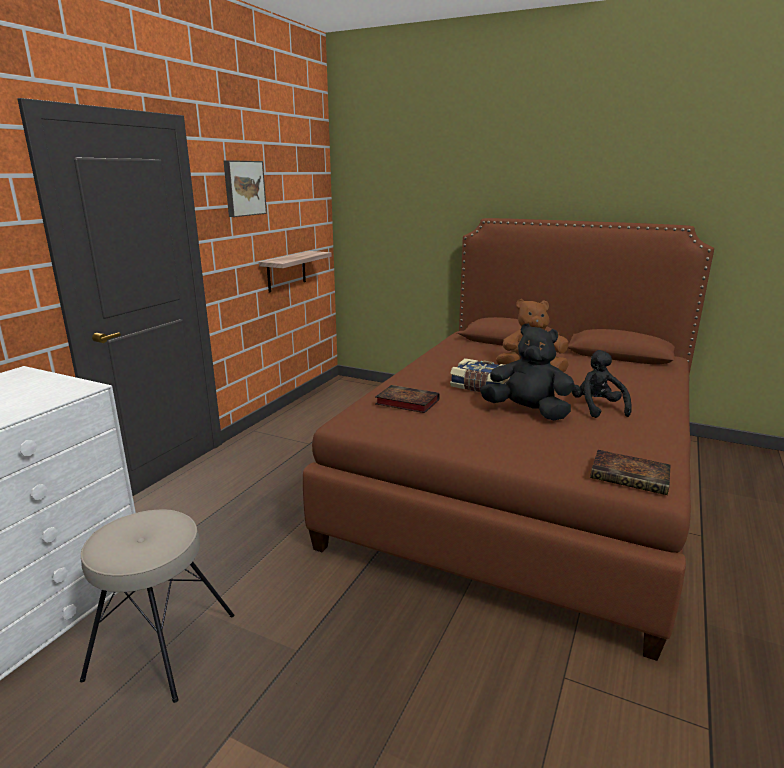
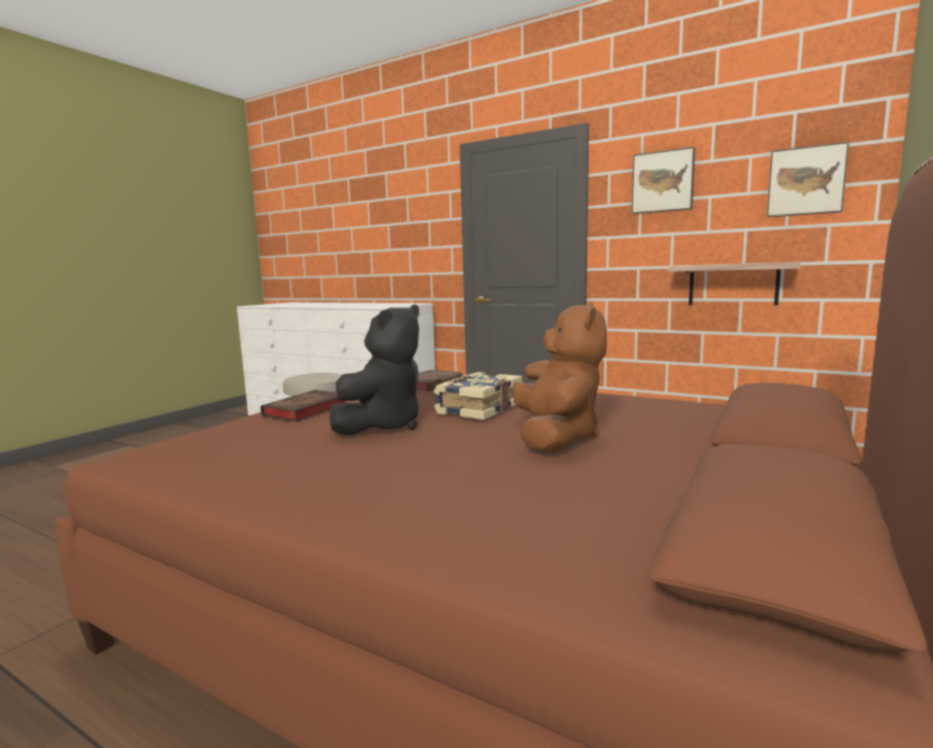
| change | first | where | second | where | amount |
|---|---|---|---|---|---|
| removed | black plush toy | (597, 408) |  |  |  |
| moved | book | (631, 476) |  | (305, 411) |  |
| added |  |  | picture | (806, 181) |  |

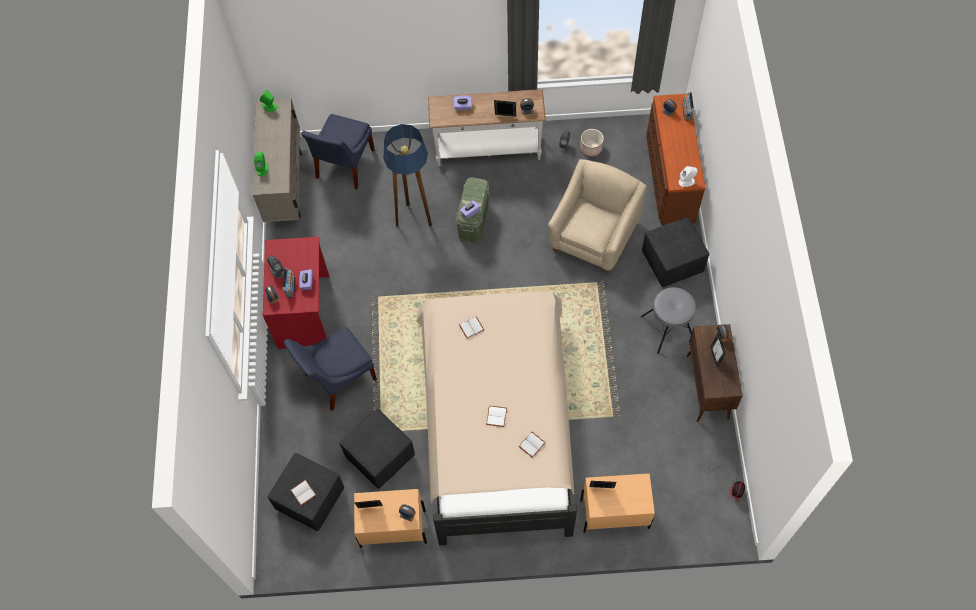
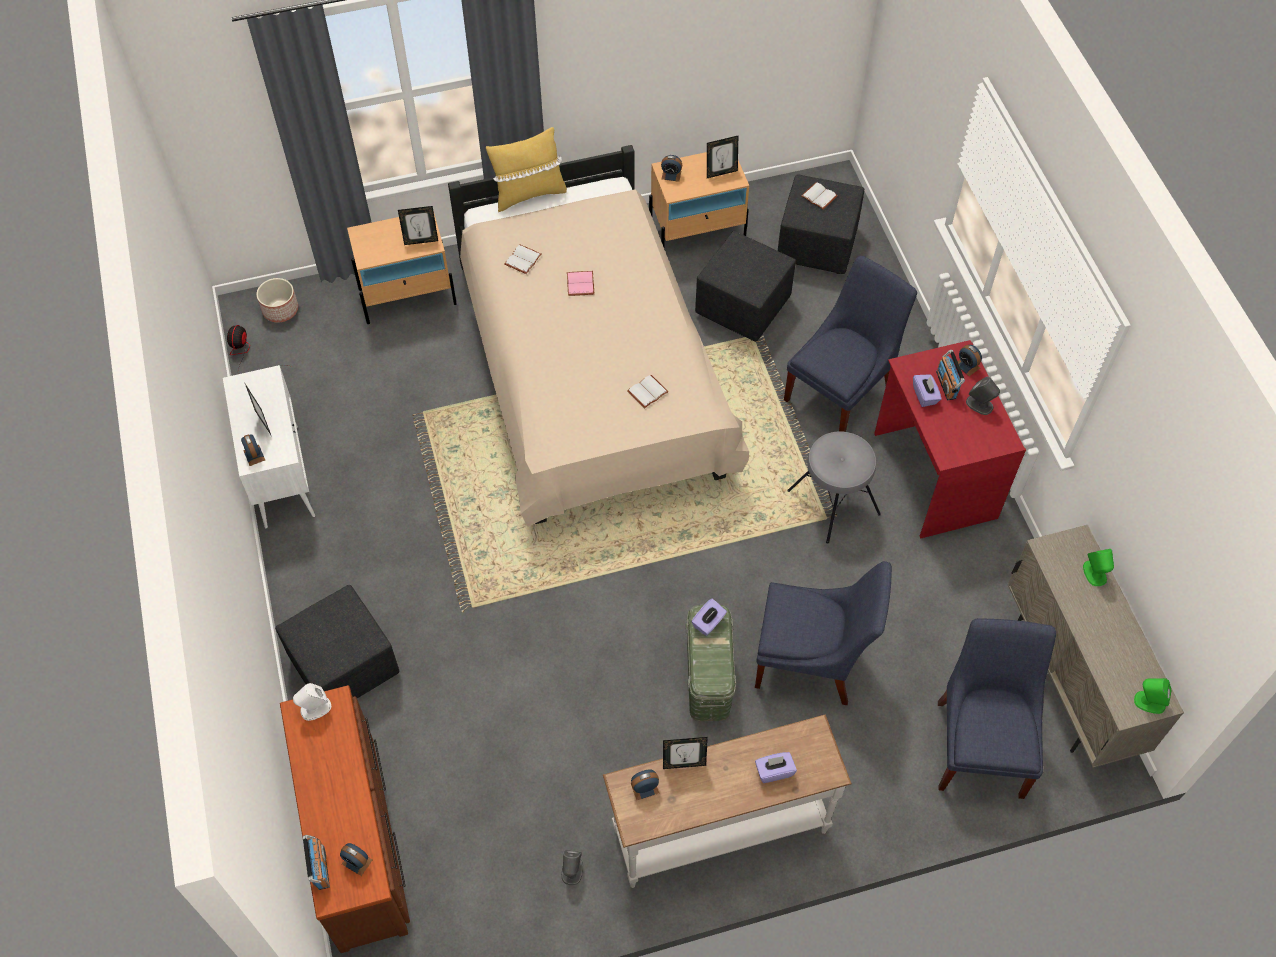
| change | first | where | second | where | amount |
|---|---|---|---|---|---|
| replaced | floor lamp | (415, 220) | blue chair | (812, 661) |  |
| moved | planter | (591, 148) |  | (280, 310) |  |
| removed | beige armchair | (594, 235) |  |  |  |
| moved | grey stool | (668, 328) |  | (832, 503) |  |
| recoloured | brown cabinet | (707, 388) | white cabinet | (281, 475) |  |
| recoloured | white book | (496, 416) | pink book | (581, 284) |  |
| added |  |  | yellow pillow | (528, 194) |  |

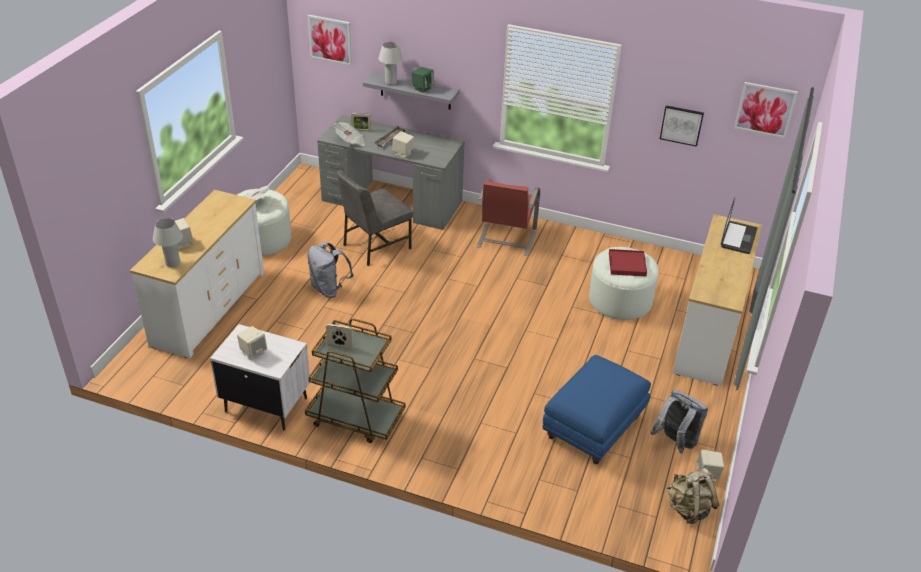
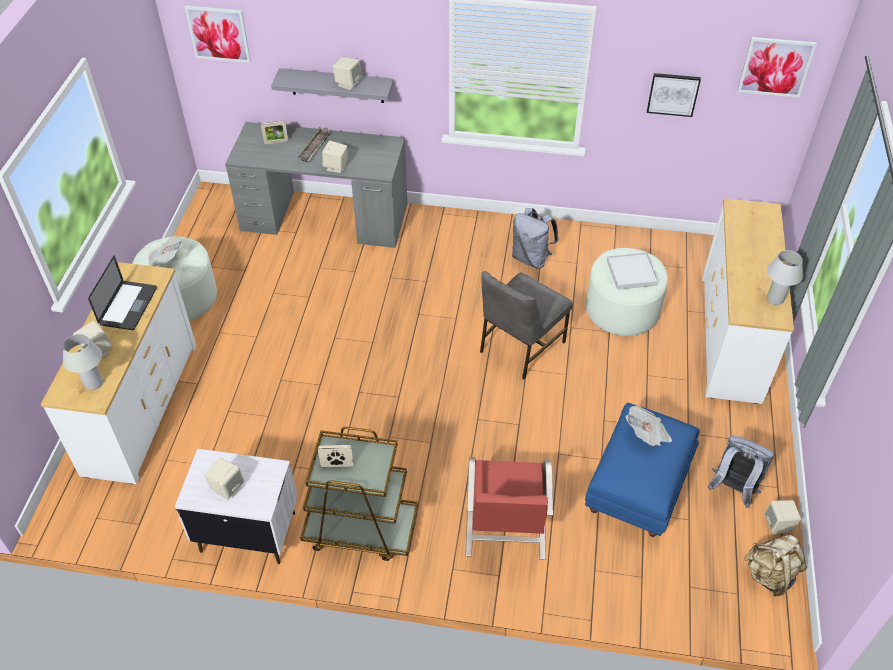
| change | first | where | second | where | amount |
|---|---|---|---|---|---|
| moved | white table lamp | (391, 82) |  | (775, 299) |  |
| recoloured | green speaker | (422, 88) | beige speaker | (348, 83) |  |
| moved | newspaper | (350, 141) |  | (647, 434) |  |
| moved | grey chair | (375, 246) |  | (520, 347) |  |
| moved | red chair | (506, 239) |  | (505, 529) |  |
| moved | laptop | (738, 238) |  | (128, 306) |  |
| moved | grey backpack | (329, 289) |  | (531, 258) |  |
| recoloured | red tray | (627, 264) | white tray | (631, 273) |  |

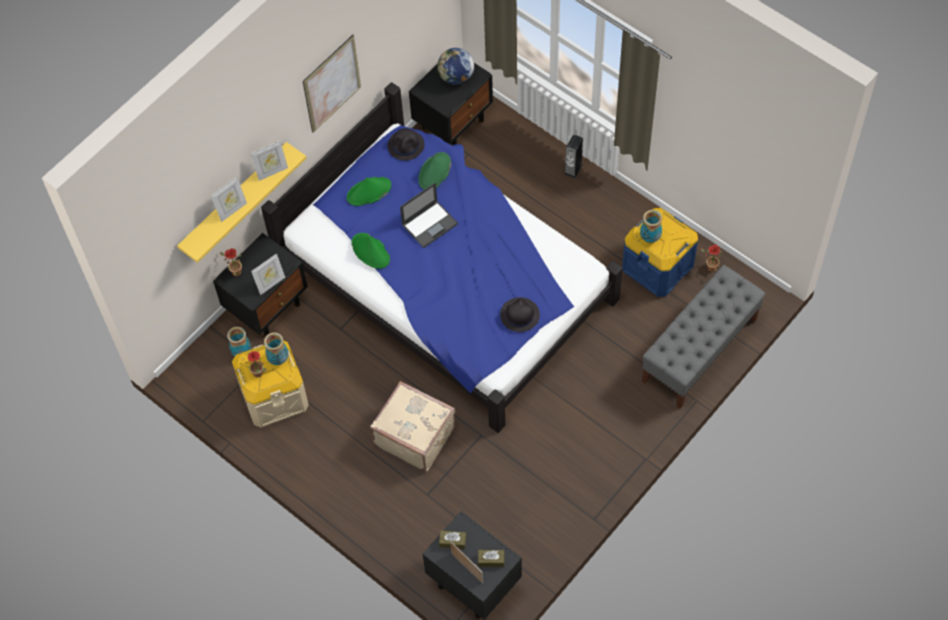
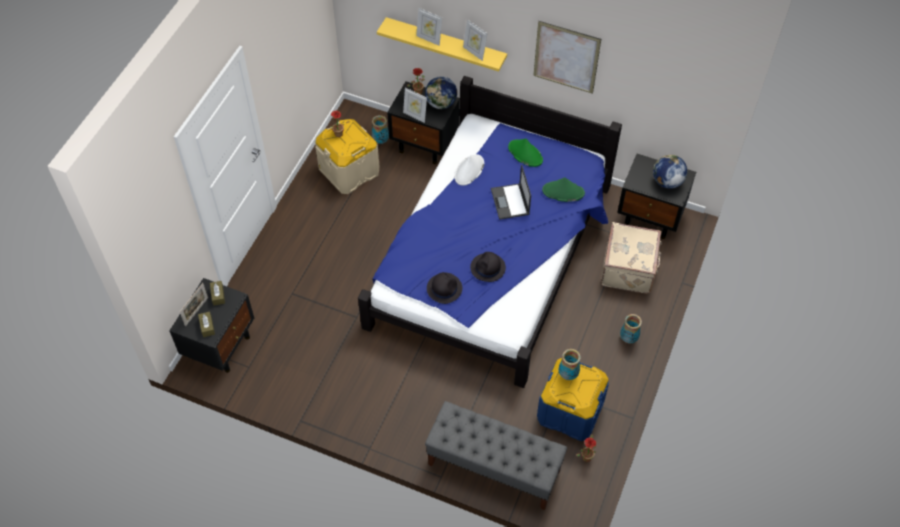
| change | first | where | second | where | amount |
|---|---|---|---|---|---|
| moved | black hat | (406, 145) |  | (488, 268) |  |
| removed | speaker | (573, 169) |  |  |  |
| turned | laptop | (430, 224) |  | (510, 202) | 45 degrees clockwise |
| recoloured | green hat | (371, 251) | white hat | (469, 170) |  |
| moved | vase | (278, 359) |  | (628, 338) |  |
| moved | beige suitcase | (415, 435) |  | (629, 269) |  |
| added |  |  | globe | (441, 103) |  |

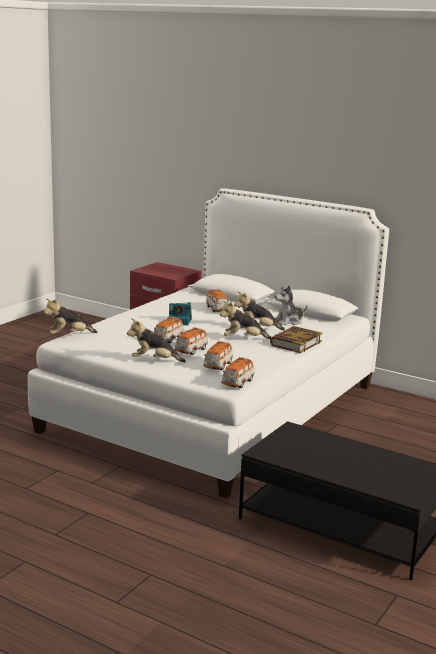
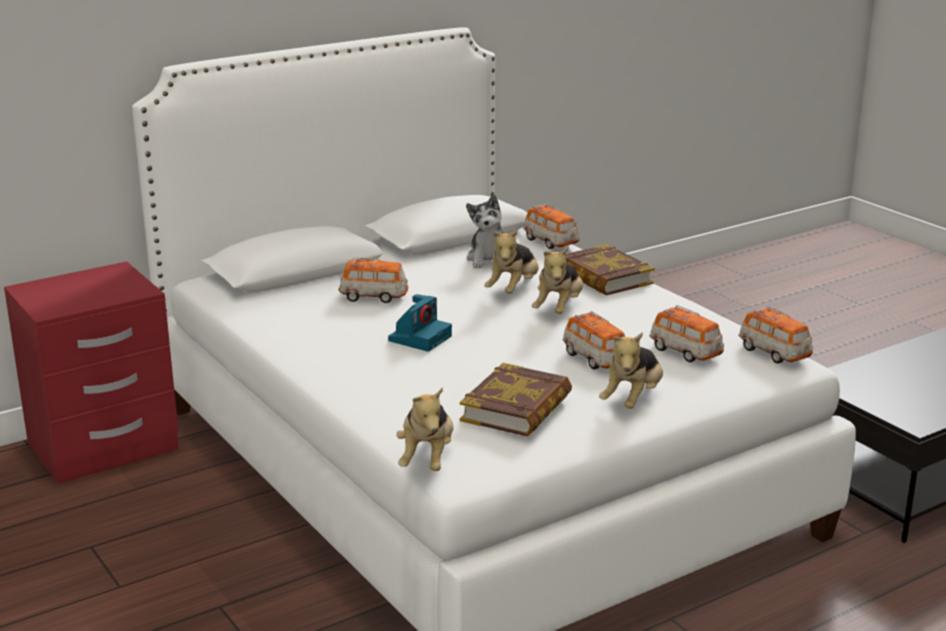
| change | first | where | second | where | amount |
|---|---|---|---|---|---|
| moved | toy car | (168, 339) |  | (550, 242) |  |
| added |  |  | book | (517, 408) |  |

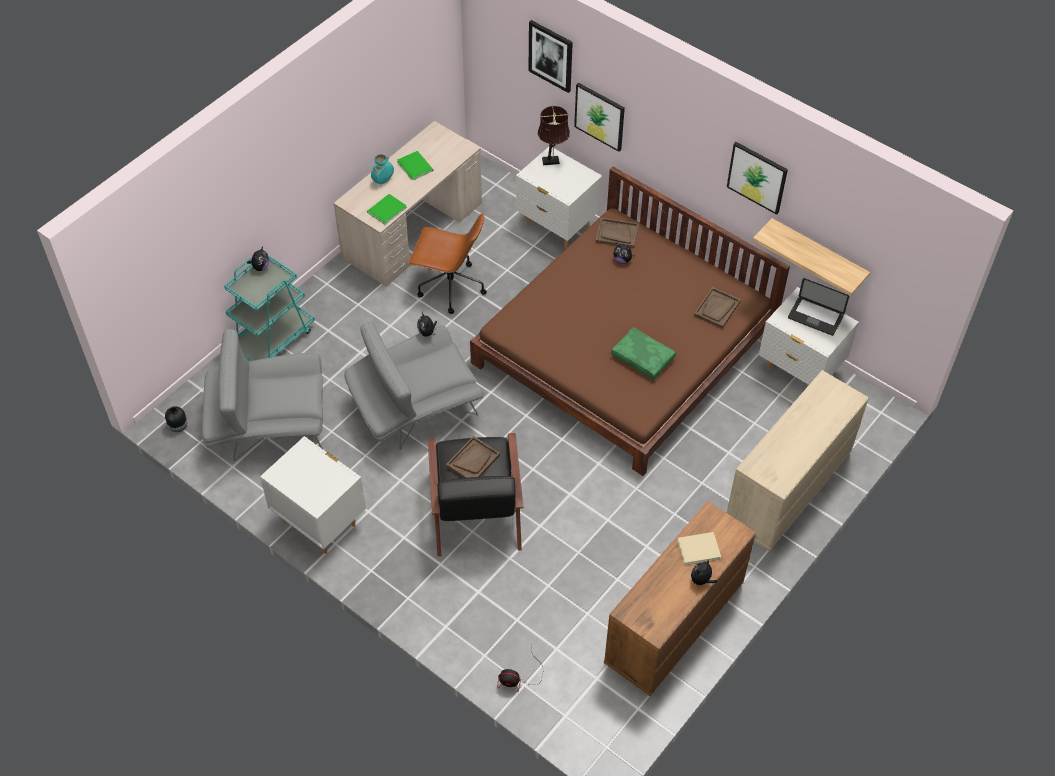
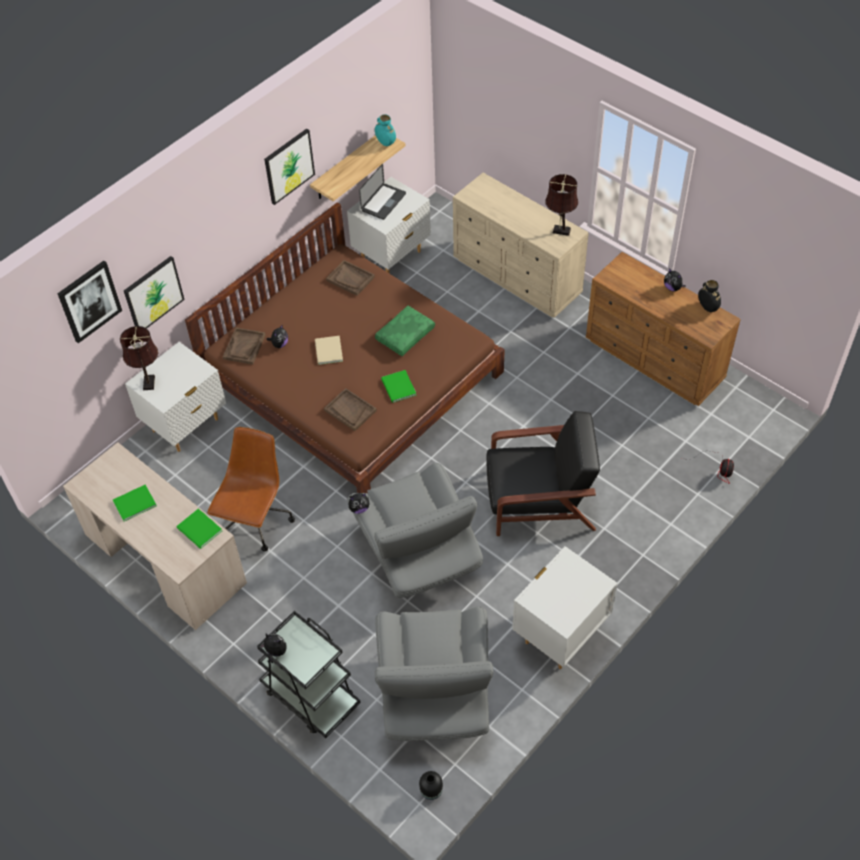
| change | first | where | second | where | amount |
|---|---|---|---|---|---|
| moved | turquoise vase | (383, 180) |  | (385, 143) |  |
| recoloured | turquoise cart | (273, 339) | black cart | (310, 696) |  |
| moved | brown tray | (473, 460) |  | (350, 410) |  |
| moved | beige book | (697, 548) |  | (328, 352) |  |
| added |  |  | brown table lamp | (559, 230) |  |
| added |  |  | black vase | (707, 308) |  |
| added |  |  | green book | (398, 388) |  |

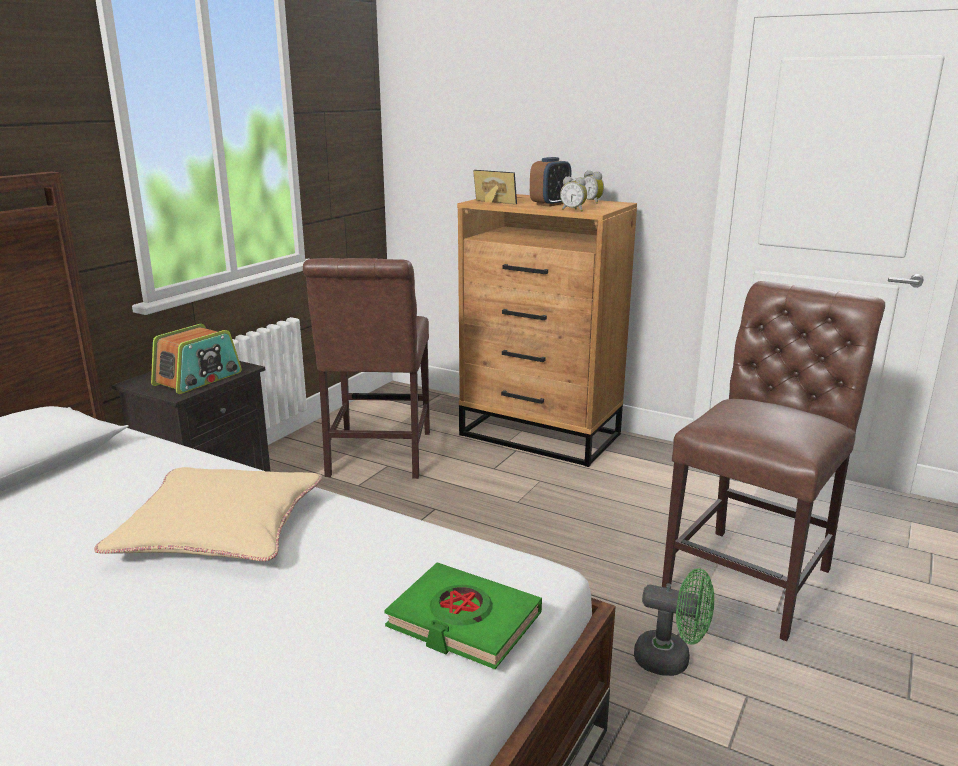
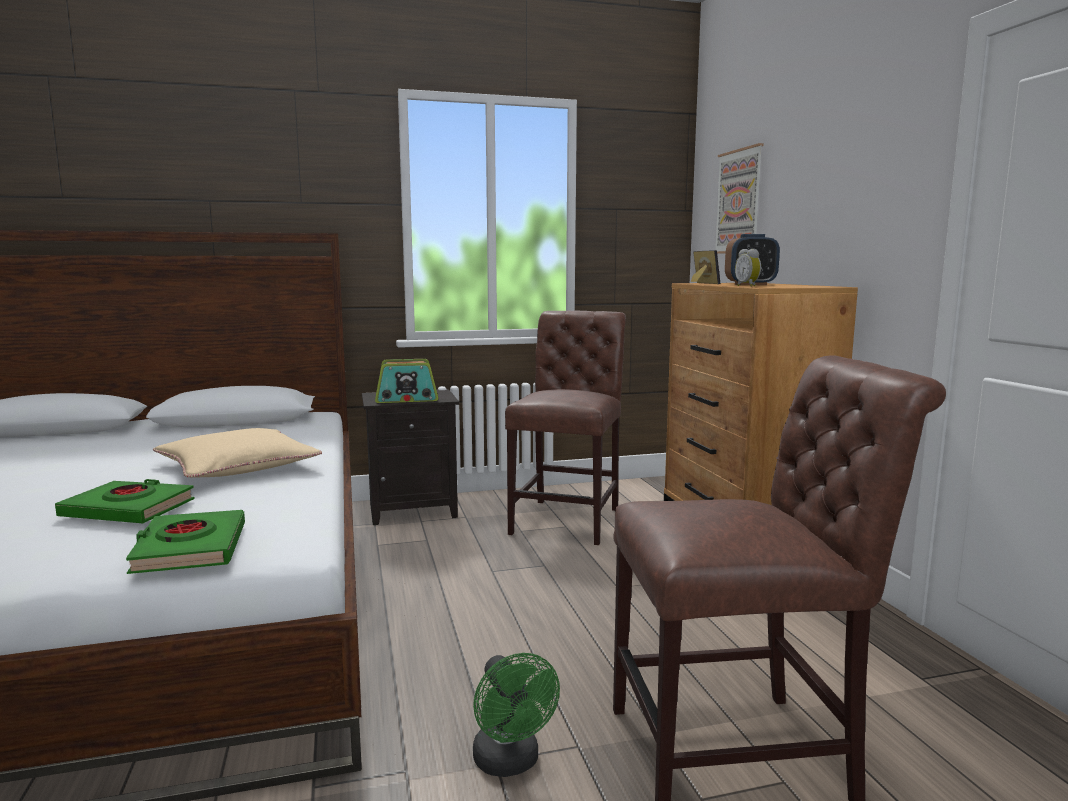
| change | first | where | second | where | amount |
|---|---|---|---|---|---|
| removed | alarm clock | (592, 202) |  |  |  |
| turned | brown chair | (377, 457) |  | (569, 518) | 150 degrees clockwise |
| added |  |  | picture | (739, 202) |  |
| added |  |  | green book | (129, 509) |  |

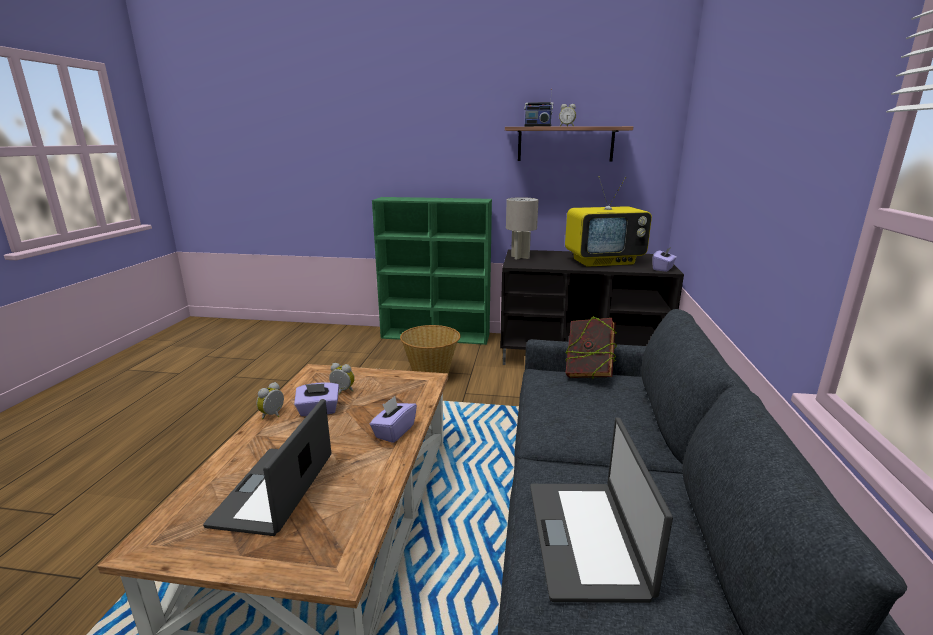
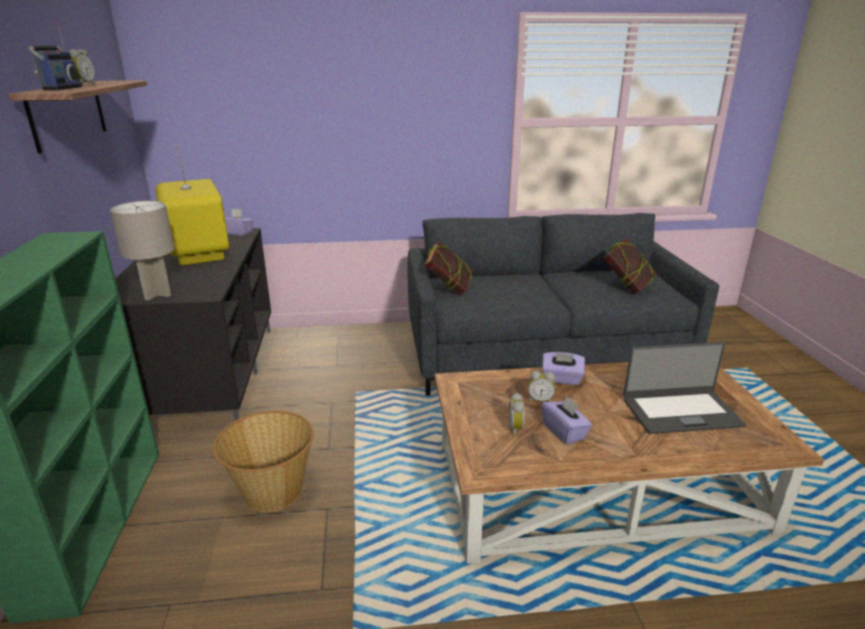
| change | first | where | second | where | amount |
|---|---|---|---|---|---|
| moved | alarm clock | (273, 415) |  | (540, 400) |  |
| replaced | laptop | (587, 537) | book | (626, 287) |  |

